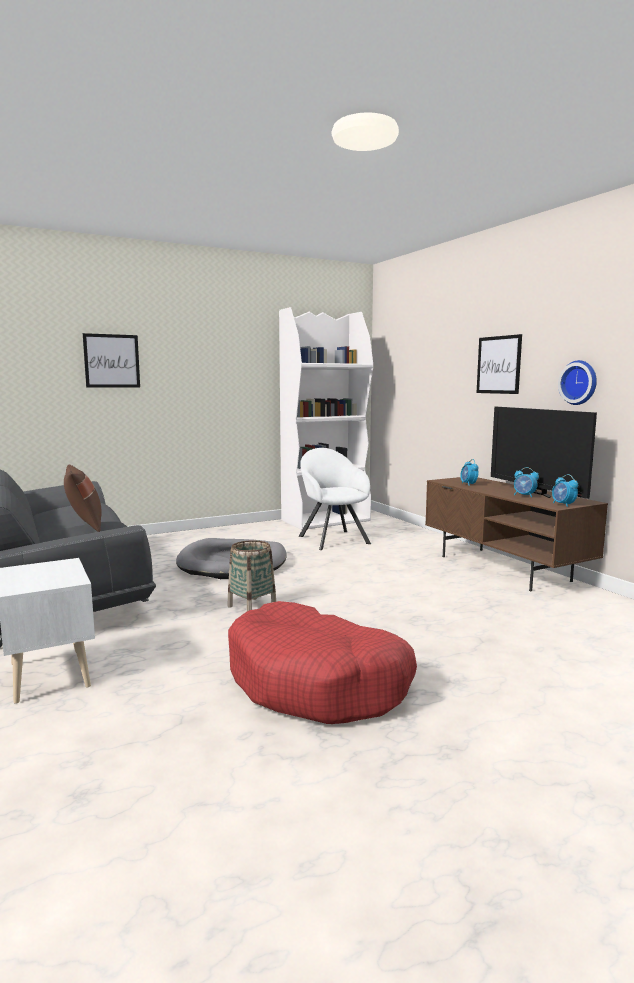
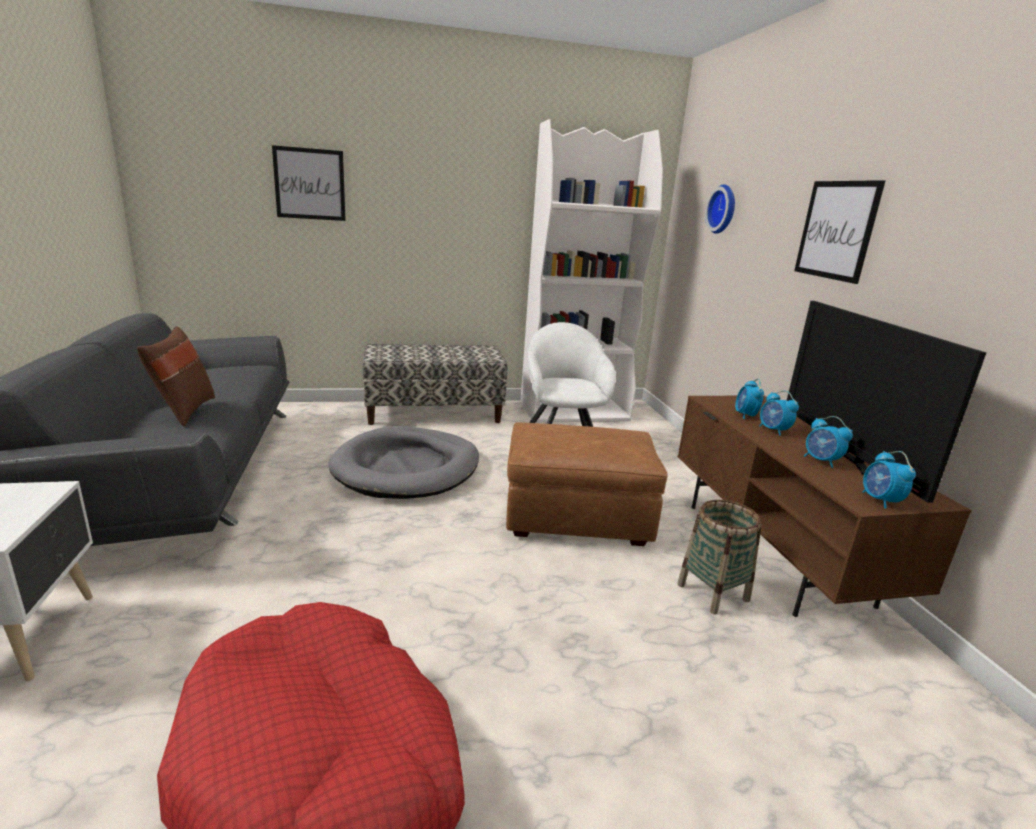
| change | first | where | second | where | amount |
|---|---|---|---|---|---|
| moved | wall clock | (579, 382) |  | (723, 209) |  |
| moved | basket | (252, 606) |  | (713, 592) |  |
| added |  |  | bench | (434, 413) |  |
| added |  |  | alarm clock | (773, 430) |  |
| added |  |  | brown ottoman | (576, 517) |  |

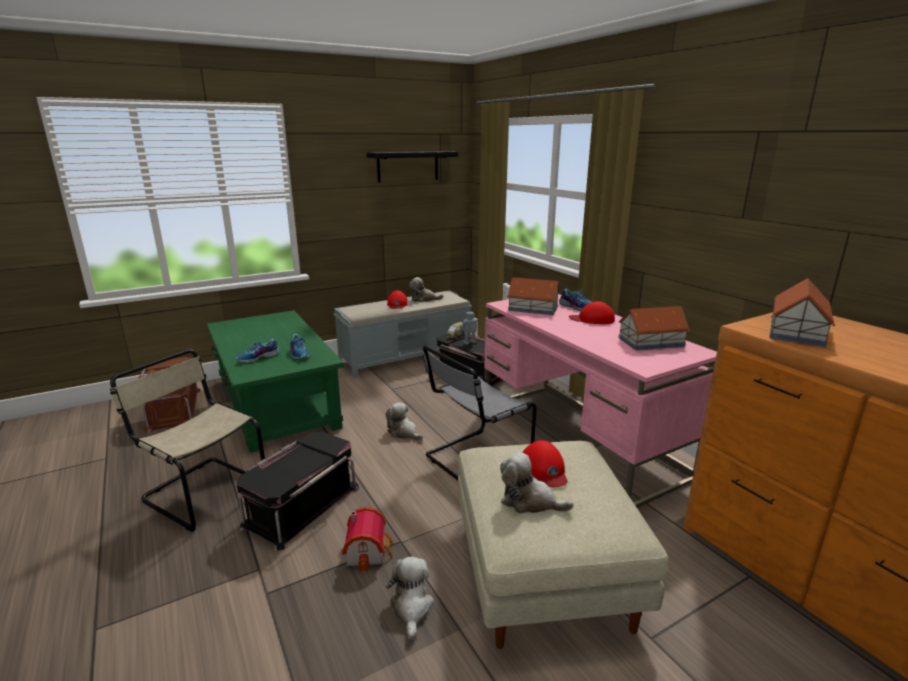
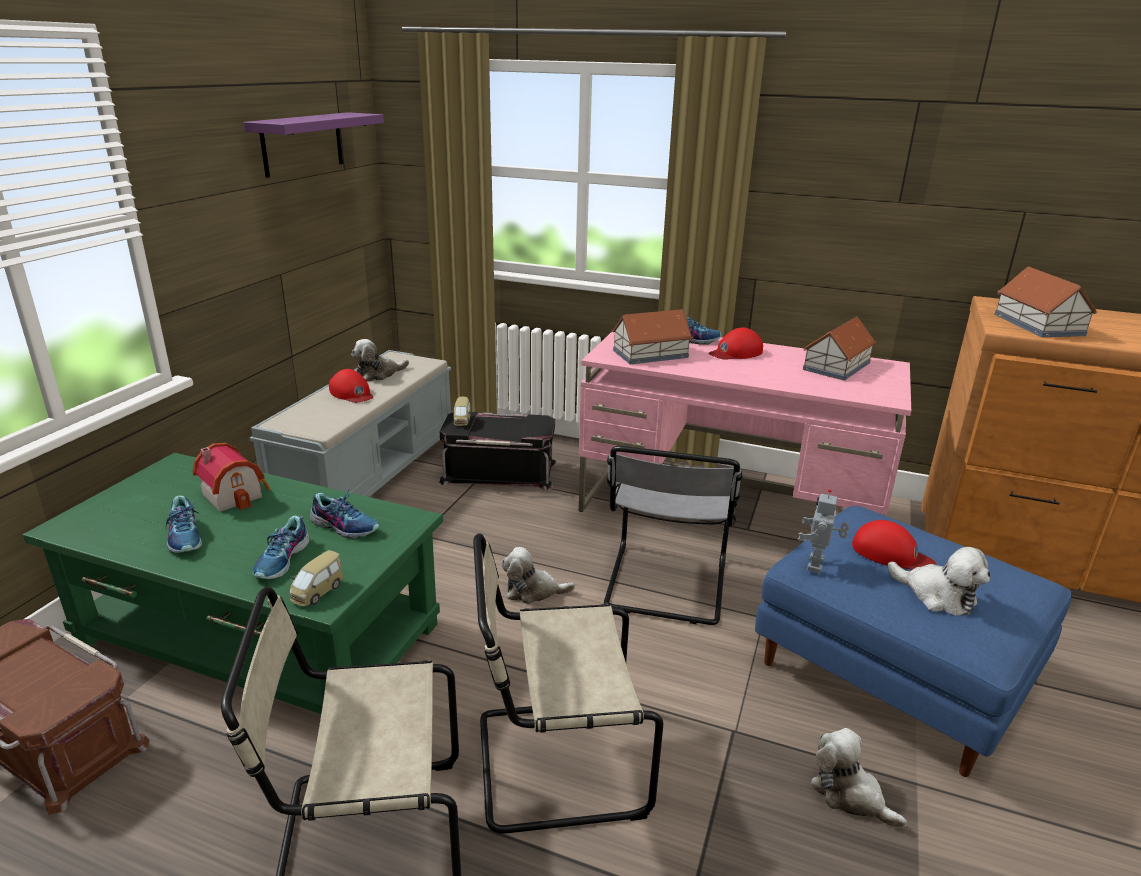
| change | first | where | second | where | amount |
|---|---|---|---|---|---|
| recoloured | black shelf | (408, 166) | purple shelf | (302, 143) |  |
| moved | toy robot | (470, 343) |  | (817, 565) |  |
| replaced | black storage box | (301, 505) | beige chair | (553, 763) |  |
| recoloured | beige ottoman | (544, 572) | blue ottoman | (895, 675) |  |
| turned | plush toy | (529, 501) |  | (937, 595) | 120 degrees counterclockwise |
| moved | toy house | (369, 551) |  | (235, 494) |  |
| added |  |  | shoe | (186, 536) |  |
| added |  |  | toy car | (317, 592) |  |

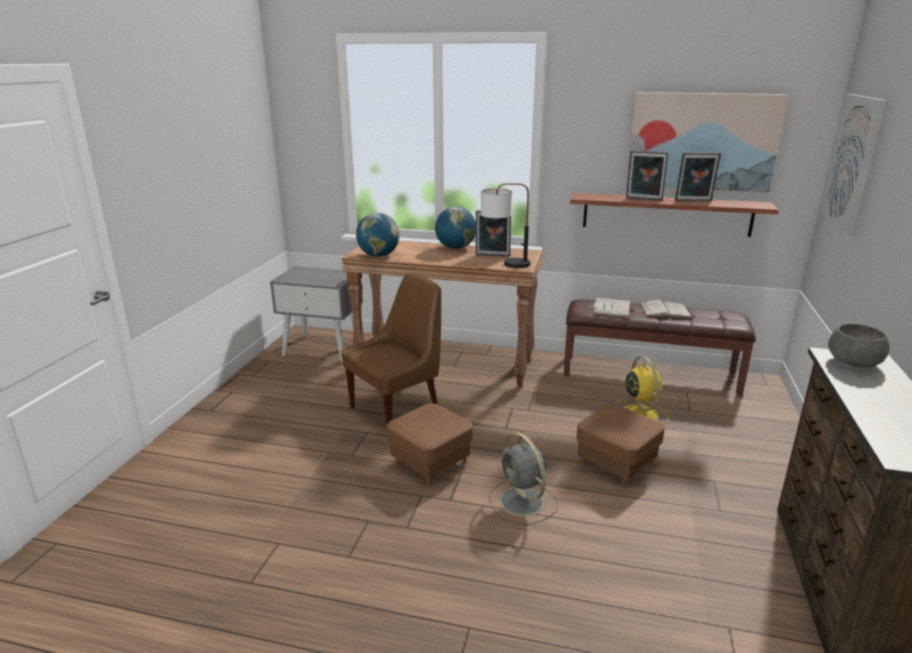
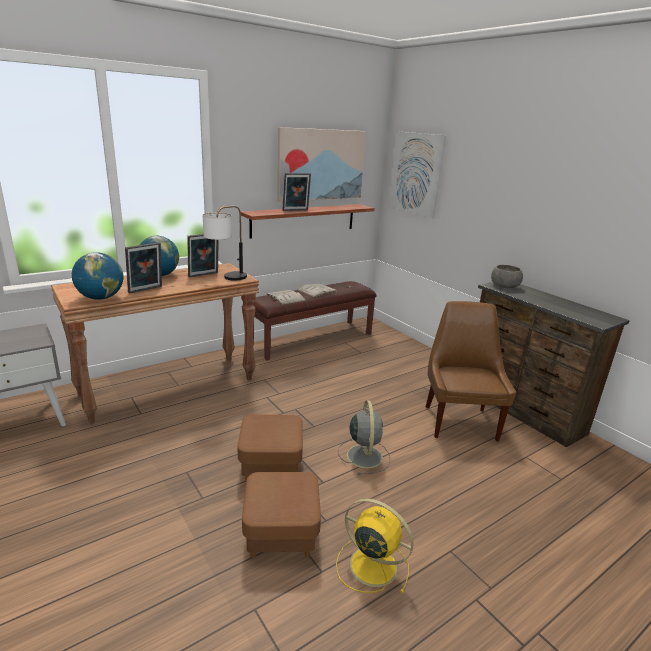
| change | first | where | second | where | amount |
|---|---|---|---|---|---|
| moved | picture frame | (693, 201) |  | (146, 290) |  |
| moved | brown chair | (397, 409) |  | (459, 421) |  |
| moved | yellow fan | (639, 412) |  | (371, 564) |  |
| moved | brown ottoman | (616, 463) |  | (281, 534) |  |
| turned | grey fan | (523, 502) |  | (364, 455) | 105 degrees counterclockwise |

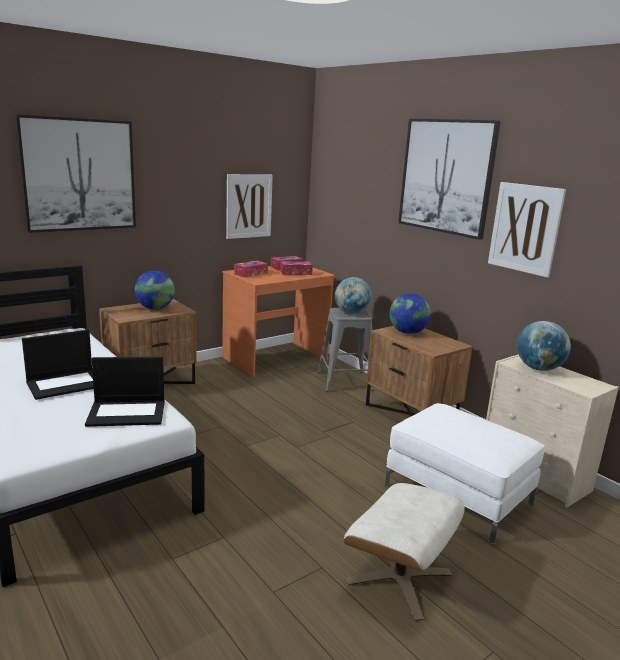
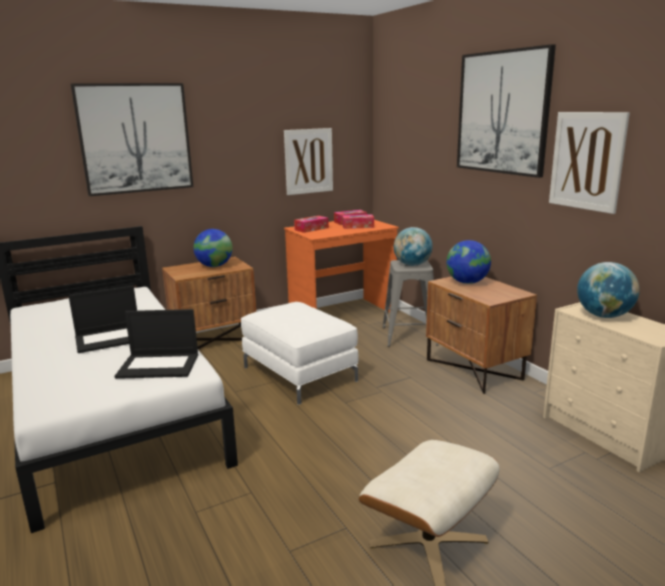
| change | first | where | second | where | amount |
|---|---|---|---|---|---|
| moved | white ottoman | (457, 495) |  | (299, 374) |  |

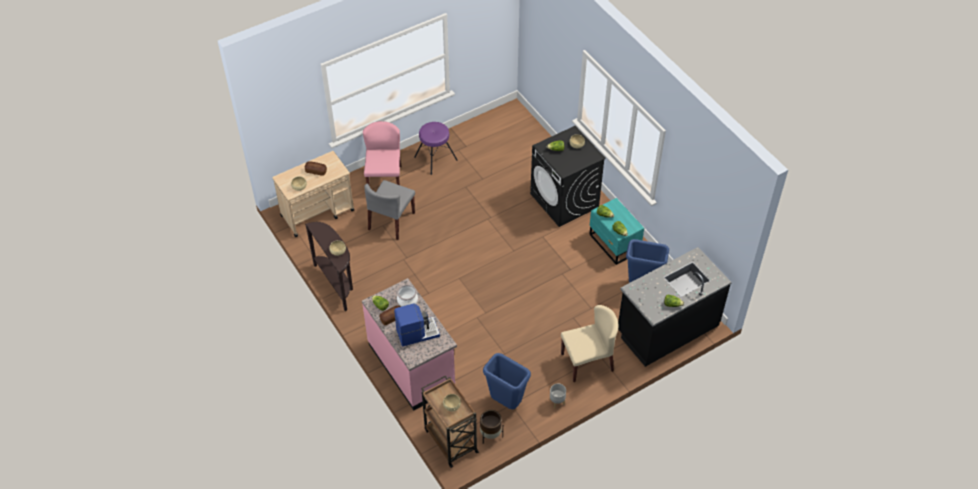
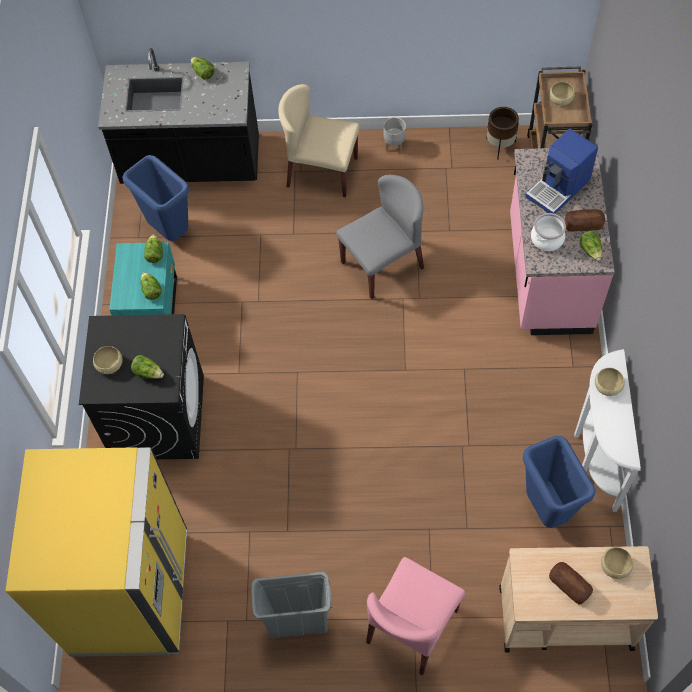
| change | first | where | second | where | amount |
|---|---|---|---|---|---|
| replaced | purple stool | (435, 158) | grey trash can | (297, 624) |  |
| moved | grey chair | (391, 221) |  | (382, 264) |  |
| recoloured | brown console table | (337, 284) | white console table | (594, 456) |  |
| turned | coffee machine | (417, 332) |  | (559, 188) | 60 degrees counterclockwise |
| moved | blue trash can | (506, 402) |  | (545, 509) |  |
| added |  |  | yellow fridge | (131, 593) |  |

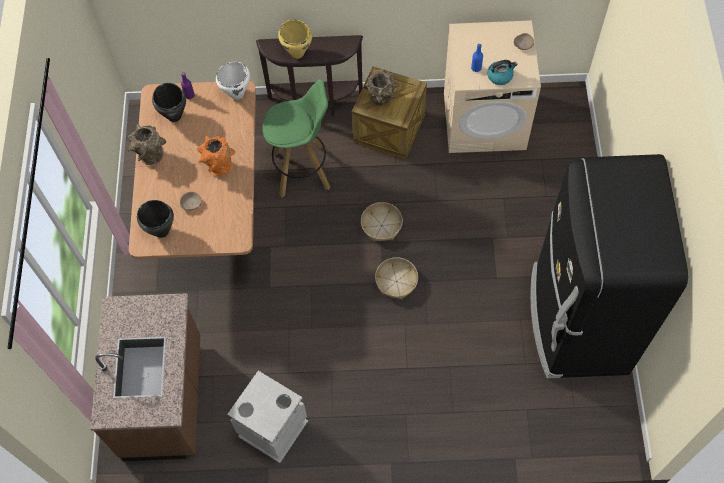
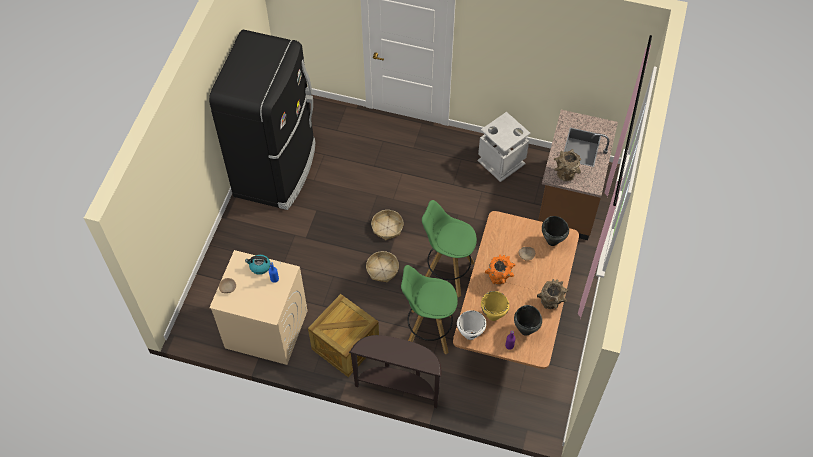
| change | first | where | second | where | amount |
|---|---|---|---|---|---|
| moved | yellow cooking pot | (297, 53) |  | (493, 316) |  |
| moved | brown vase | (382, 99) |  | (565, 173) |  |
| added |  |  | green stool | (447, 272) |  |

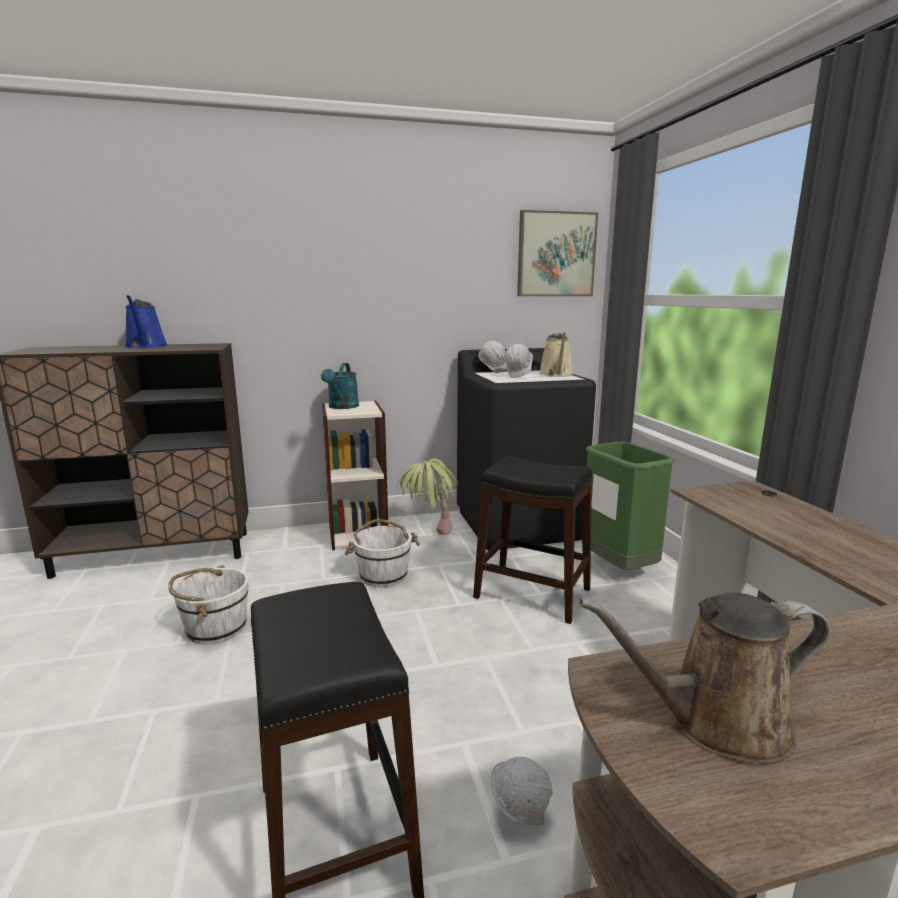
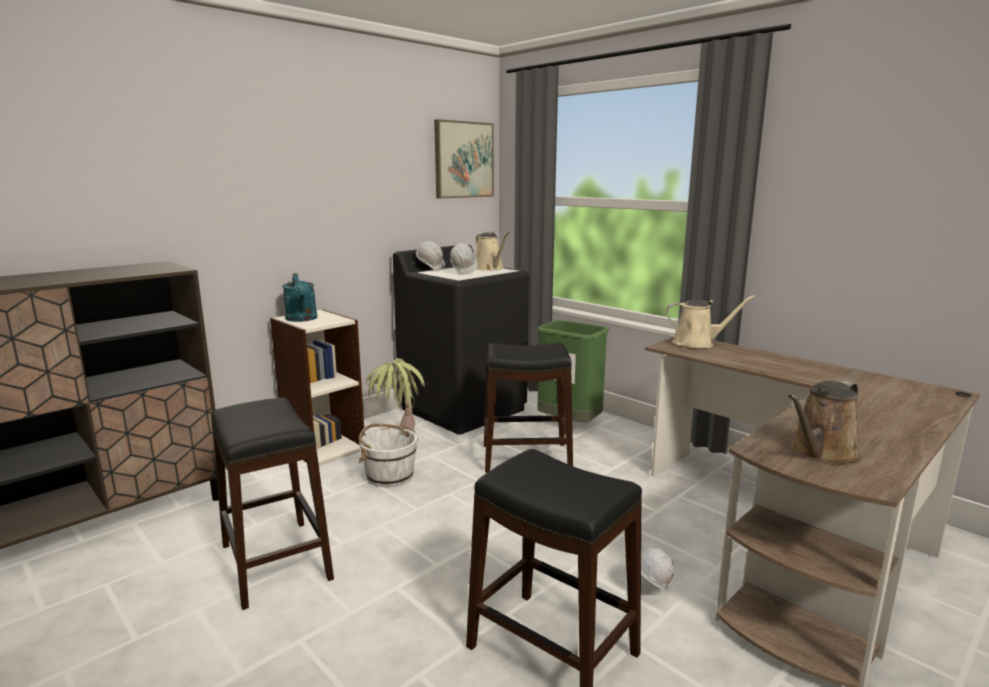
| change | first | where | second | where | amount |
|---|---|---|---|---|---|
| removed | blue watering can | (145, 346) |  |  |  |
| replaced | white bucket | (215, 628) | black stool | (275, 562) |  |
| added |  |  | beige watering can | (697, 343) |  |

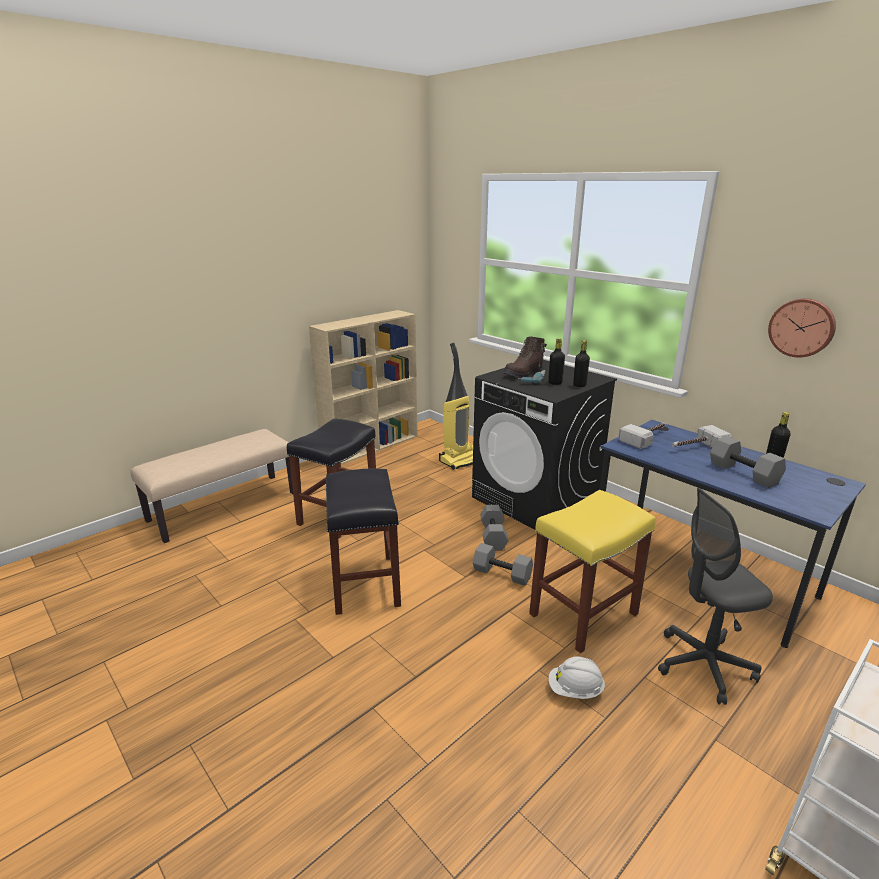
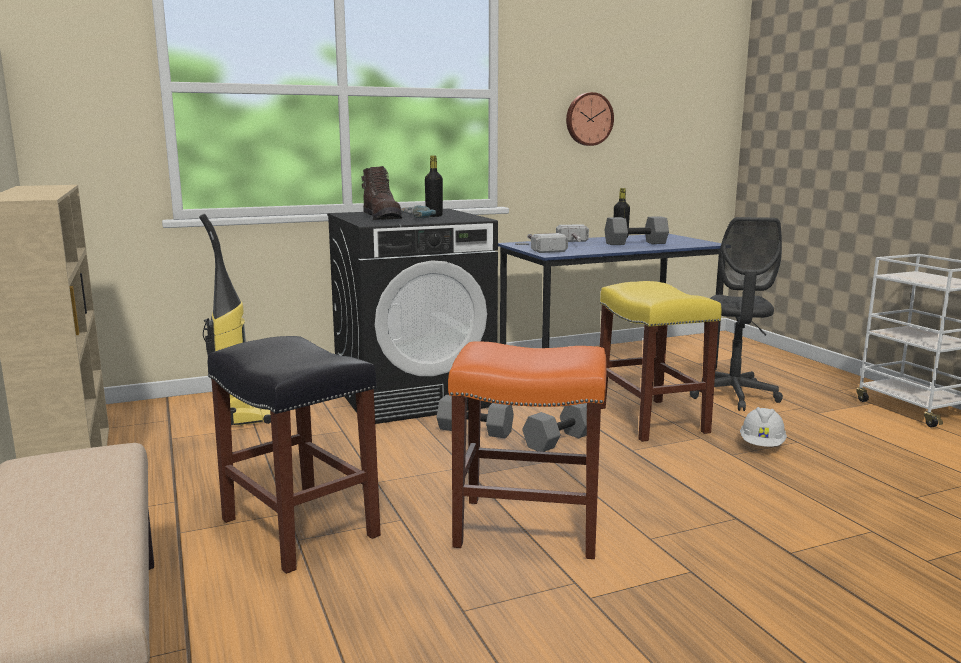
| change | first | where | second | where | amount |
|---|---|---|---|---|---|
| removed | black bottle | (579, 385) |  |  |  |
| recoloured | black stool | (364, 583) | orange stool | (525, 527) |  |

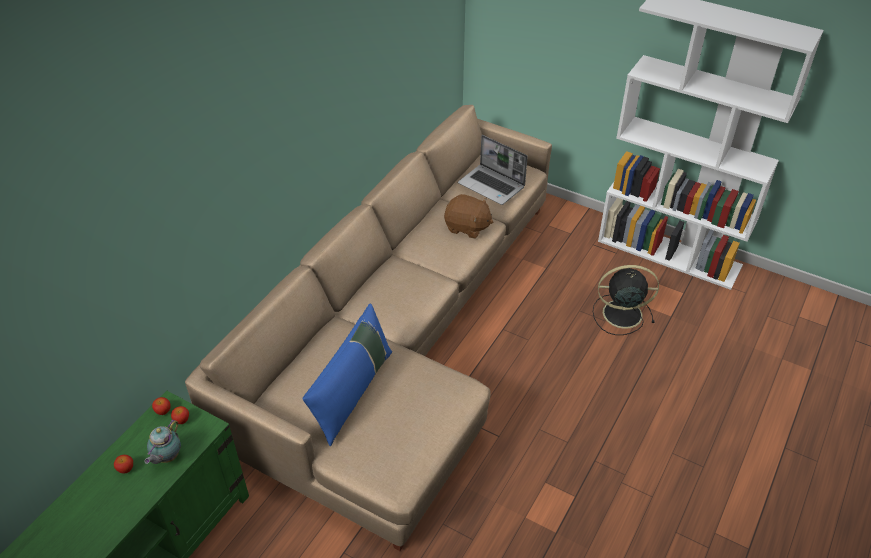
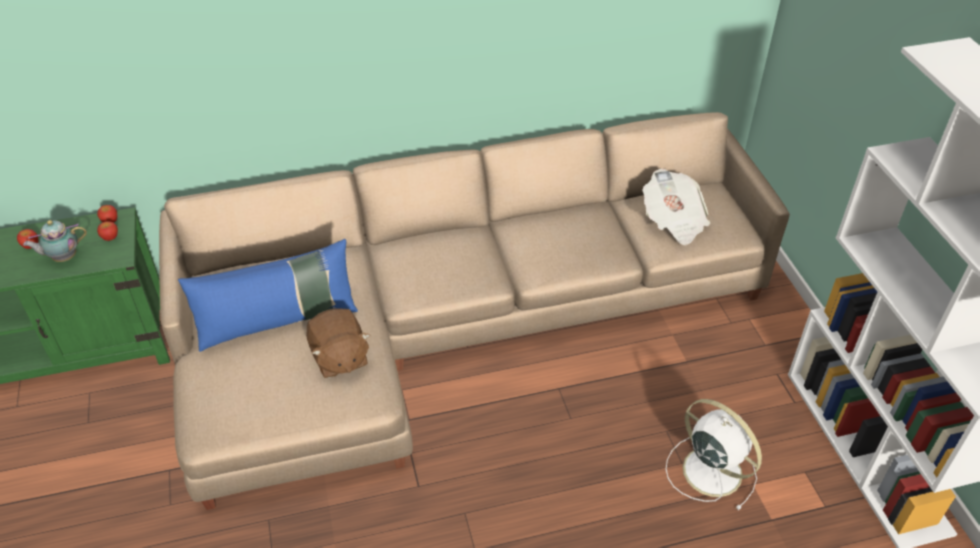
| change | first | where | second | where | amount |
|---|---|---|---|---|---|
| replaced | laptop | (492, 186) | newspaper | (673, 221) |  |
| moved | brown plush toy | (467, 227) |  | (339, 358) |  |
| recoloured | black fan | (620, 314) | white fan | (710, 469) |  |

